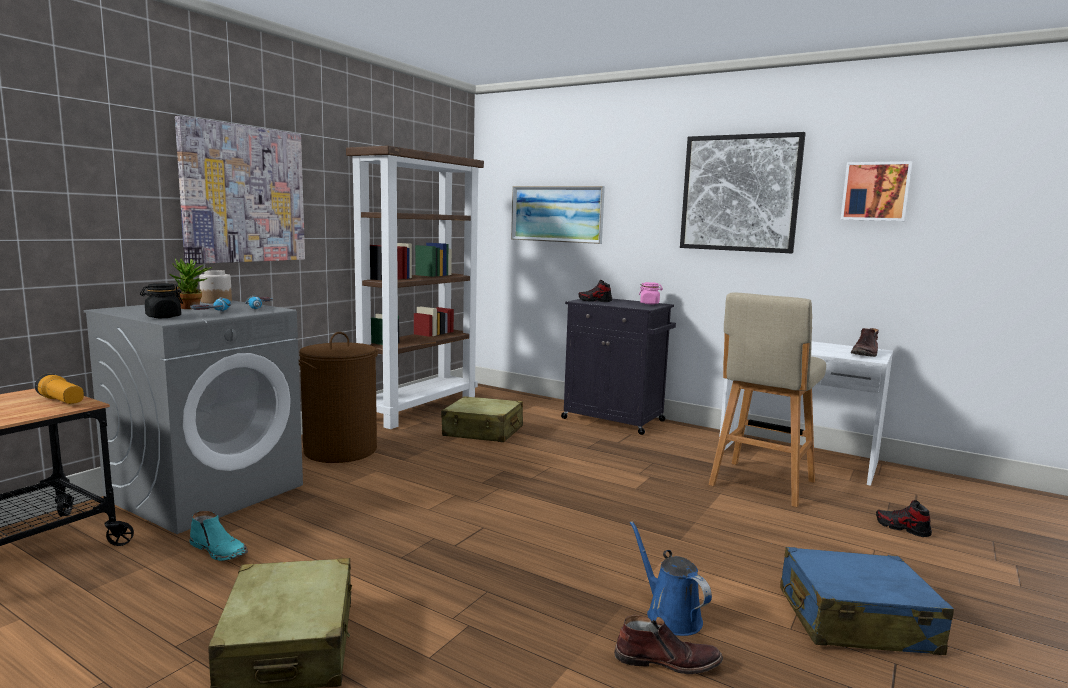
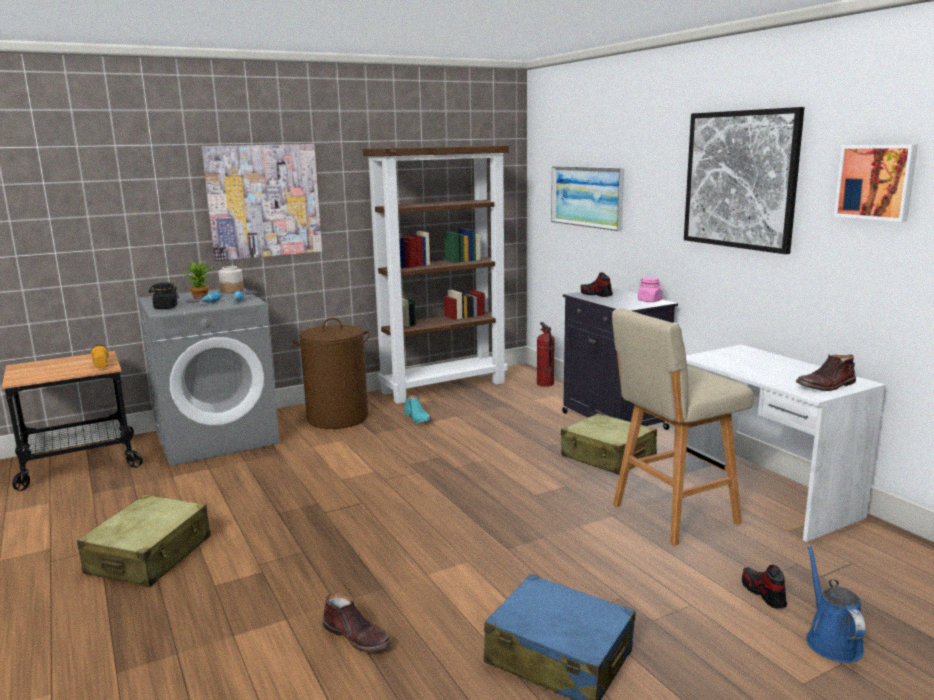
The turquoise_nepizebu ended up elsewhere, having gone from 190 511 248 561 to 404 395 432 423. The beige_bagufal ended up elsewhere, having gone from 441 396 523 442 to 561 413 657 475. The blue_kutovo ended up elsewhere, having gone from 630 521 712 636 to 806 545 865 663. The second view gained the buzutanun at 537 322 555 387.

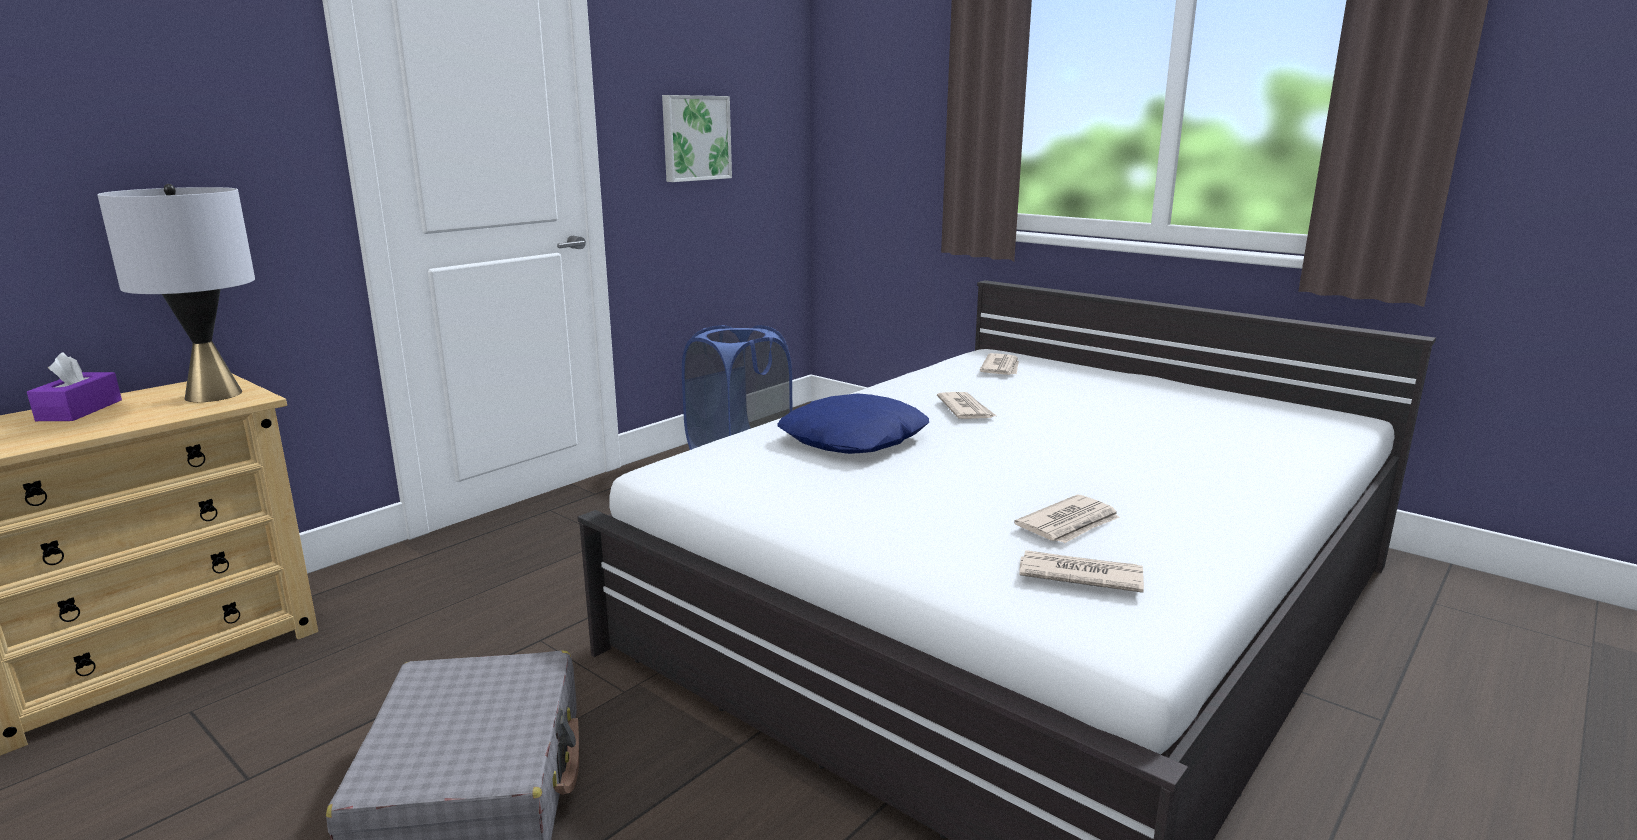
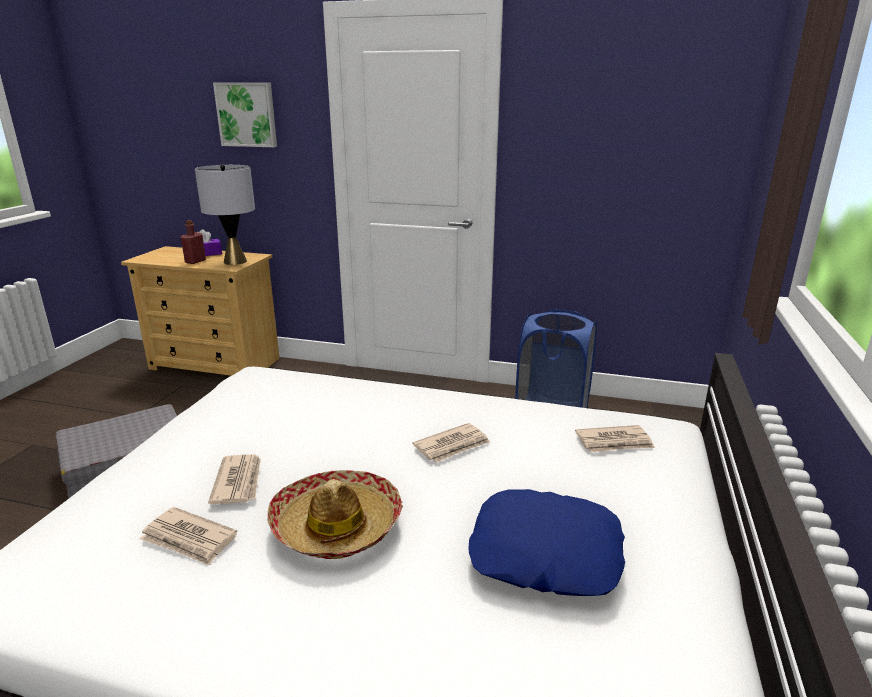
The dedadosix ended up elsewhere, having gone from 662 95 732 182 to 213 82 277 147. The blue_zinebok ended up elsewhere, having gone from 777 393 929 454 to 468 489 625 596. The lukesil ended up elsewhere, having gone from 1019 550 1144 593 to 208 455 261 504. The second view gained the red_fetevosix at 180 220 206 264. The second view gained the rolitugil at 268 470 403 559.

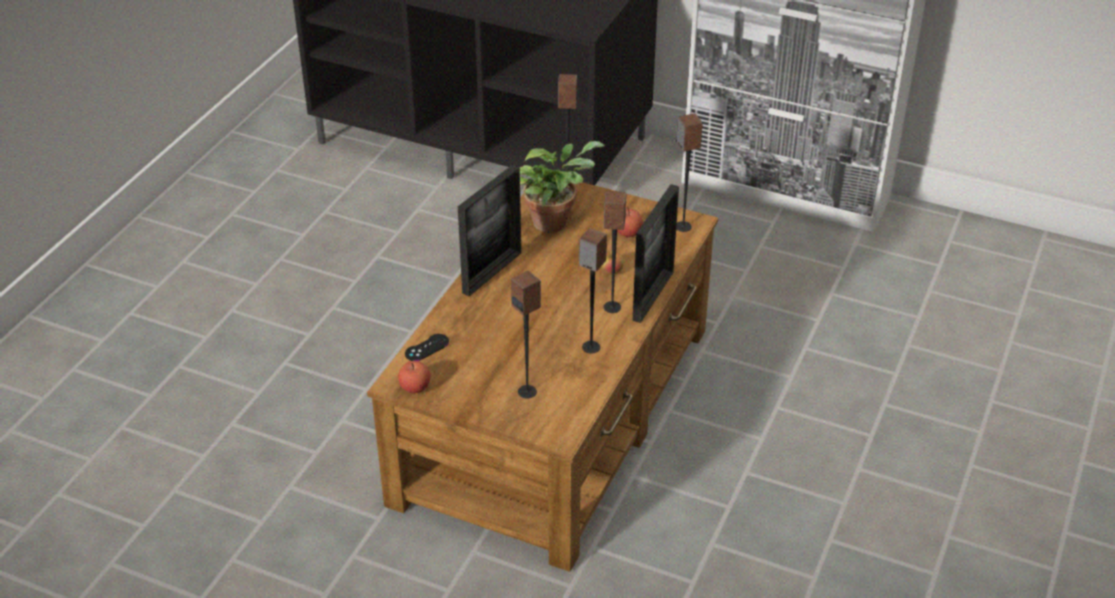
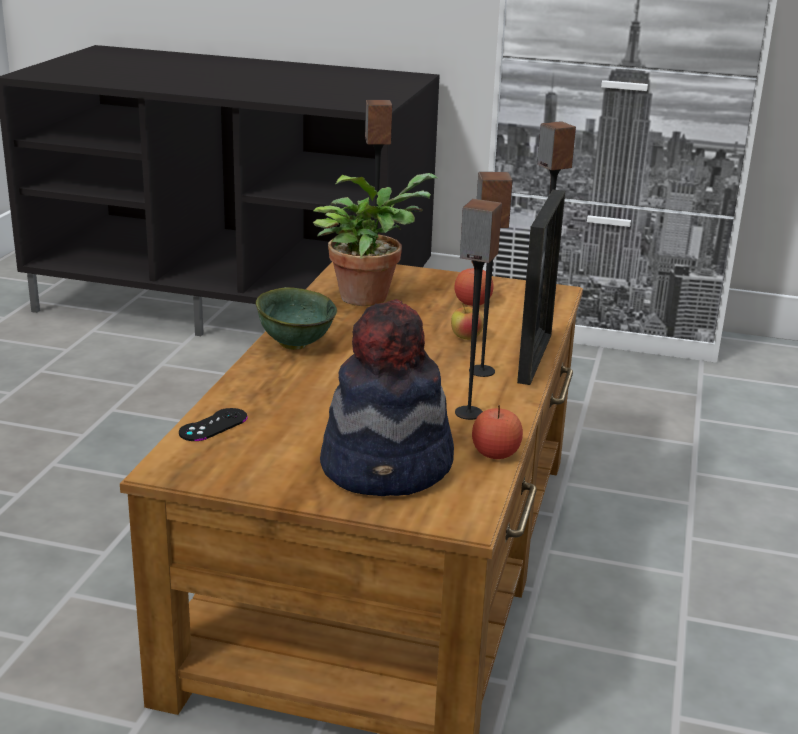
The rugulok ended up elsewhere, having gone from 398 361 430 393 to 472 405 523 459. Where the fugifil stood at 458 164 521 296, the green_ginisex came to stand at 256 287 337 350. Where the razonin stood at 511 271 541 398, the rolitugil came to stand at 320 299 454 496.

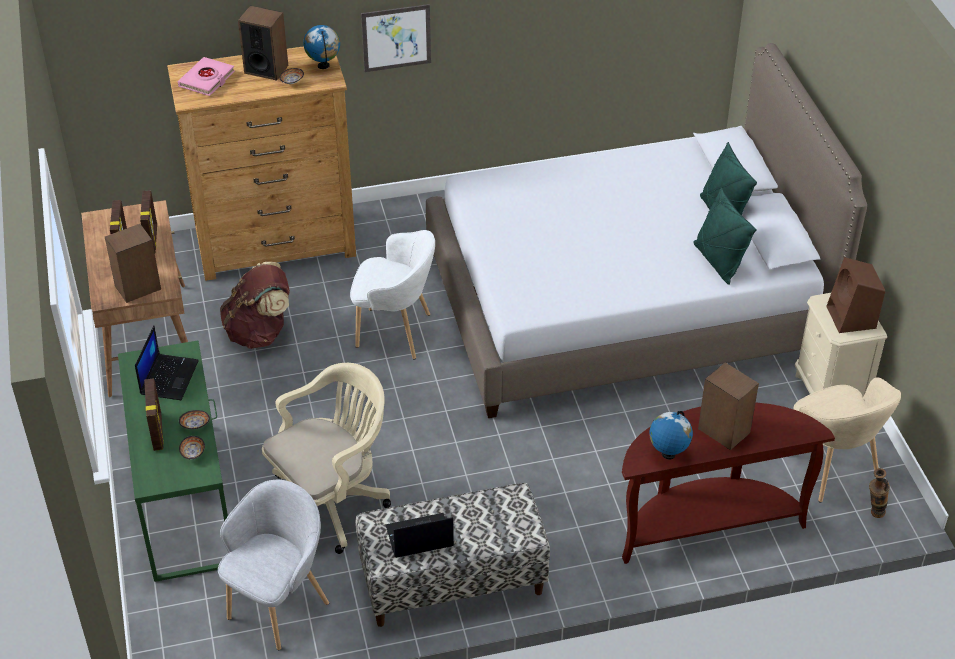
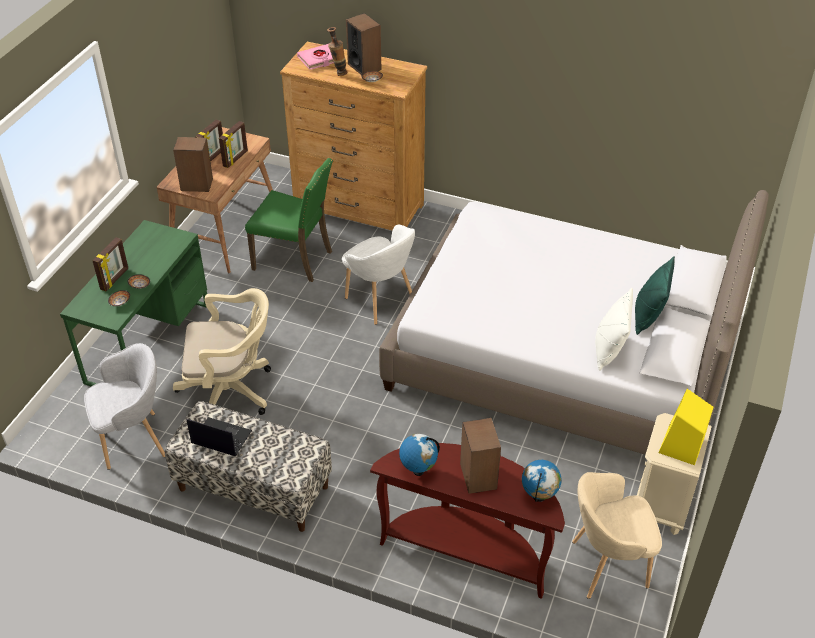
The second view lost the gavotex at 135 326 199 400. Where the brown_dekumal stood at 220 262 290 349, the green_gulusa came to stand at 245 158 333 282. The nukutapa ended up elsewhere, having gone from 303 25 340 69 to 522 460 562 502. The second view lost the dedadosix at 361 4 431 72. What was the green_zinebok at 693 188 757 285 turned into the white_zinebok at 595 288 633 371. The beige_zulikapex at 788 377 901 503 ended up facing another way, 75 degrees clockwise from before. What was the brown_razonin at 827 257 885 333 turned into the yellow_razonin at 659 389 714 465. The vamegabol ended up elsewhere, having gone from 869 468 890 518 to 327 27 347 76.

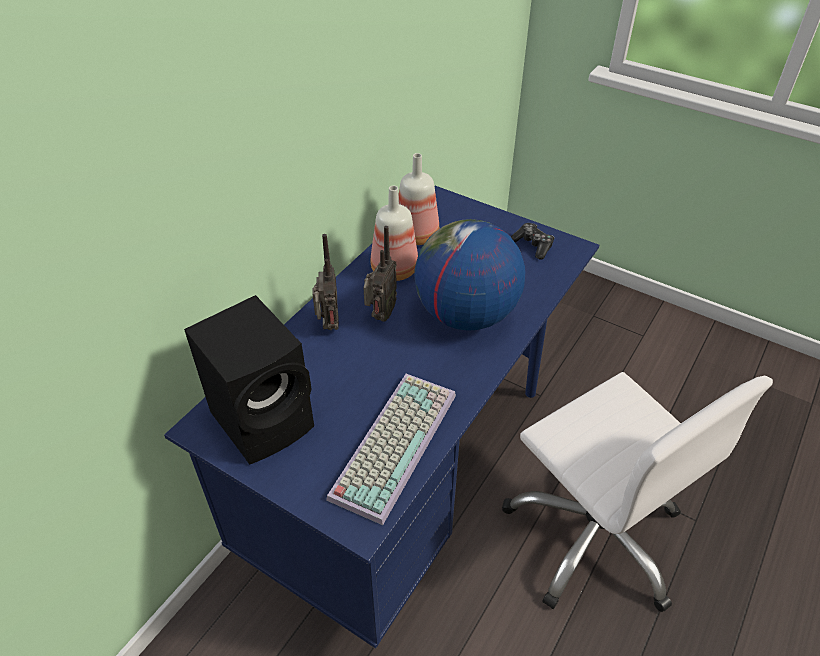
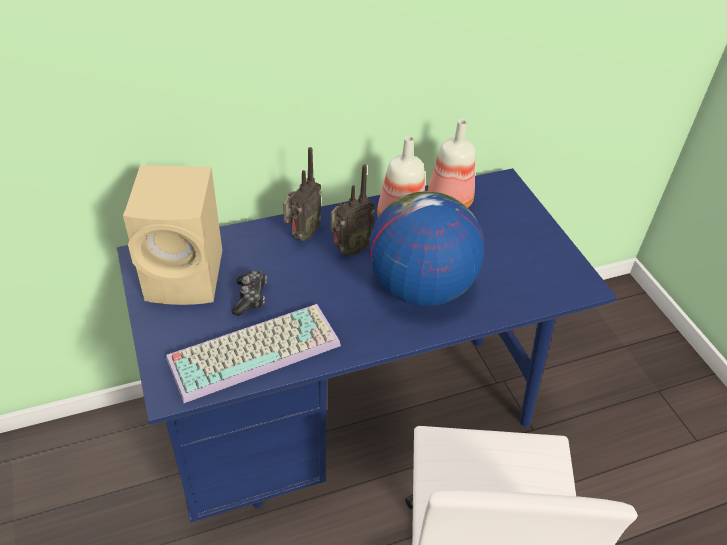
What was the black_razonin at 184 295 314 465 turned into the beige_razonin at 123 165 222 305. The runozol ended up elsewhere, having gone from 511 223 555 260 to 232 270 267 316.

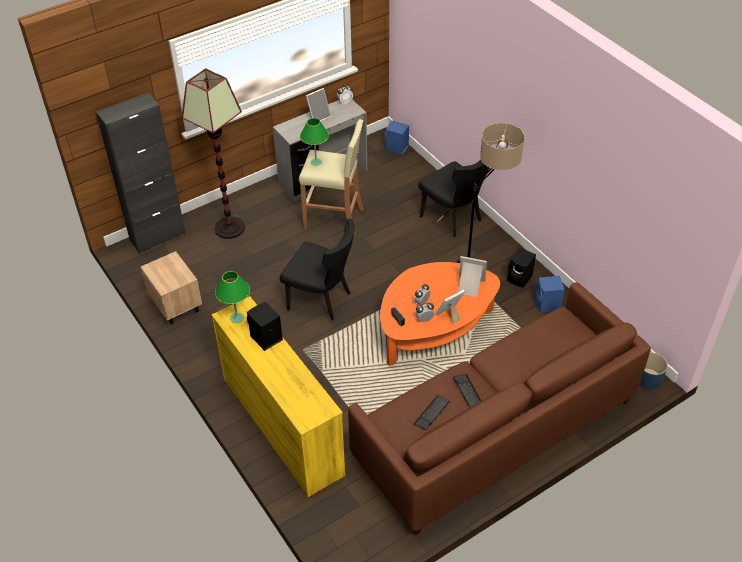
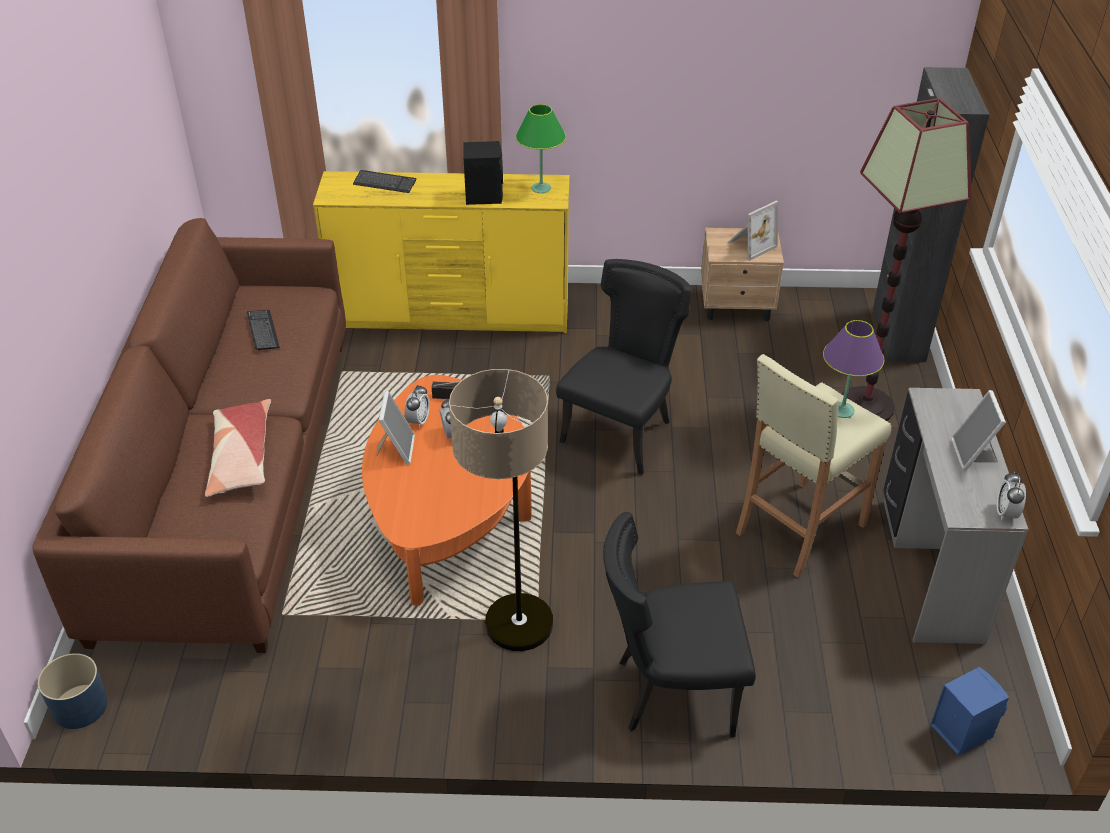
The black_gulusa at 280 218 354 320 ended up facing another way, 150 degrees clockwise from before. What was the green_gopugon at 300 118 329 166 turned into the purple_gopugon at 823 320 884 418. The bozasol ended up elsewhere, having gone from 453 374 481 407 to 353 170 416 193. The fugifil ended up elsewhere, having gone from 458 256 487 297 to 727 201 778 261. The second view lost the black_razonin at 507 247 536 288. The second view lost the blue_razonin at 536 276 565 313. The second view gained the zinebok at 205 399 271 497.

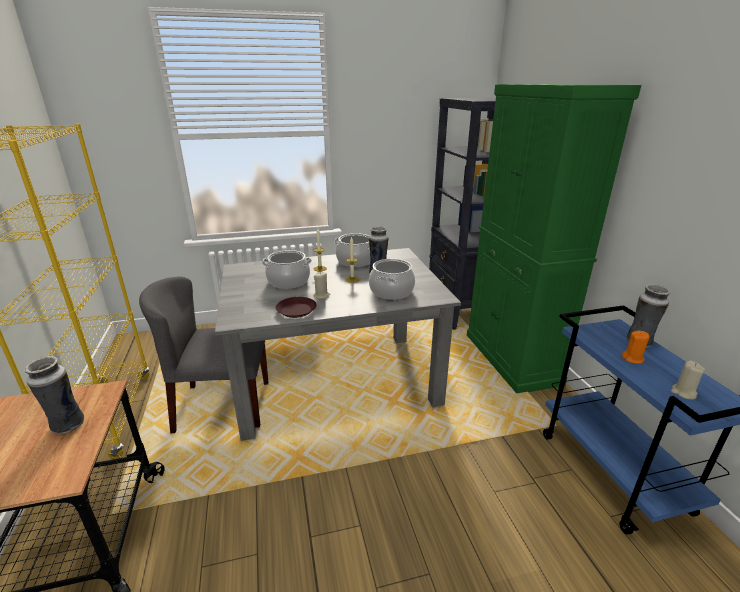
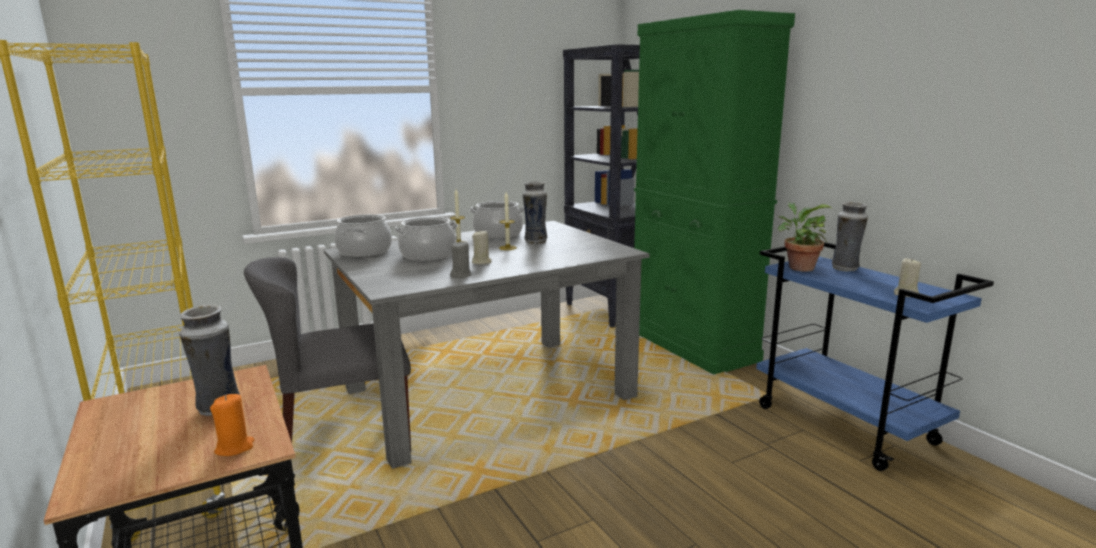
Where the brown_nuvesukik stood at 275 297 317 318, the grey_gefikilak came to stand at 450 241 472 278. The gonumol ended up elsewhere, having gone from 369 259 415 300 to 334 214 392 257. The orange_gefikilak ended up elsewhere, having gone from 622 331 649 364 to 210 394 255 456. The second view gained the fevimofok at 778 203 832 272.

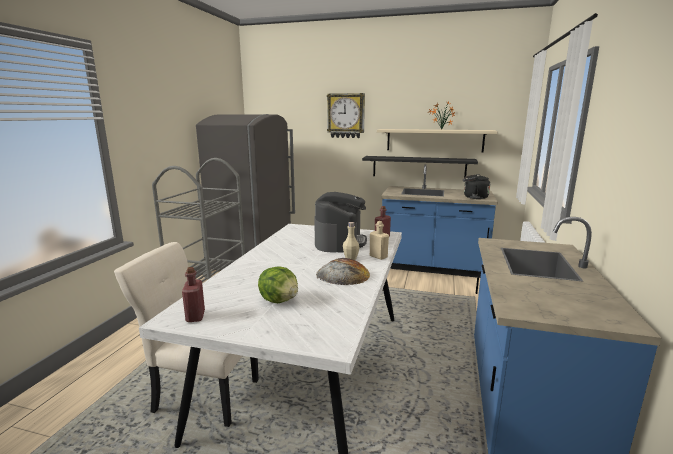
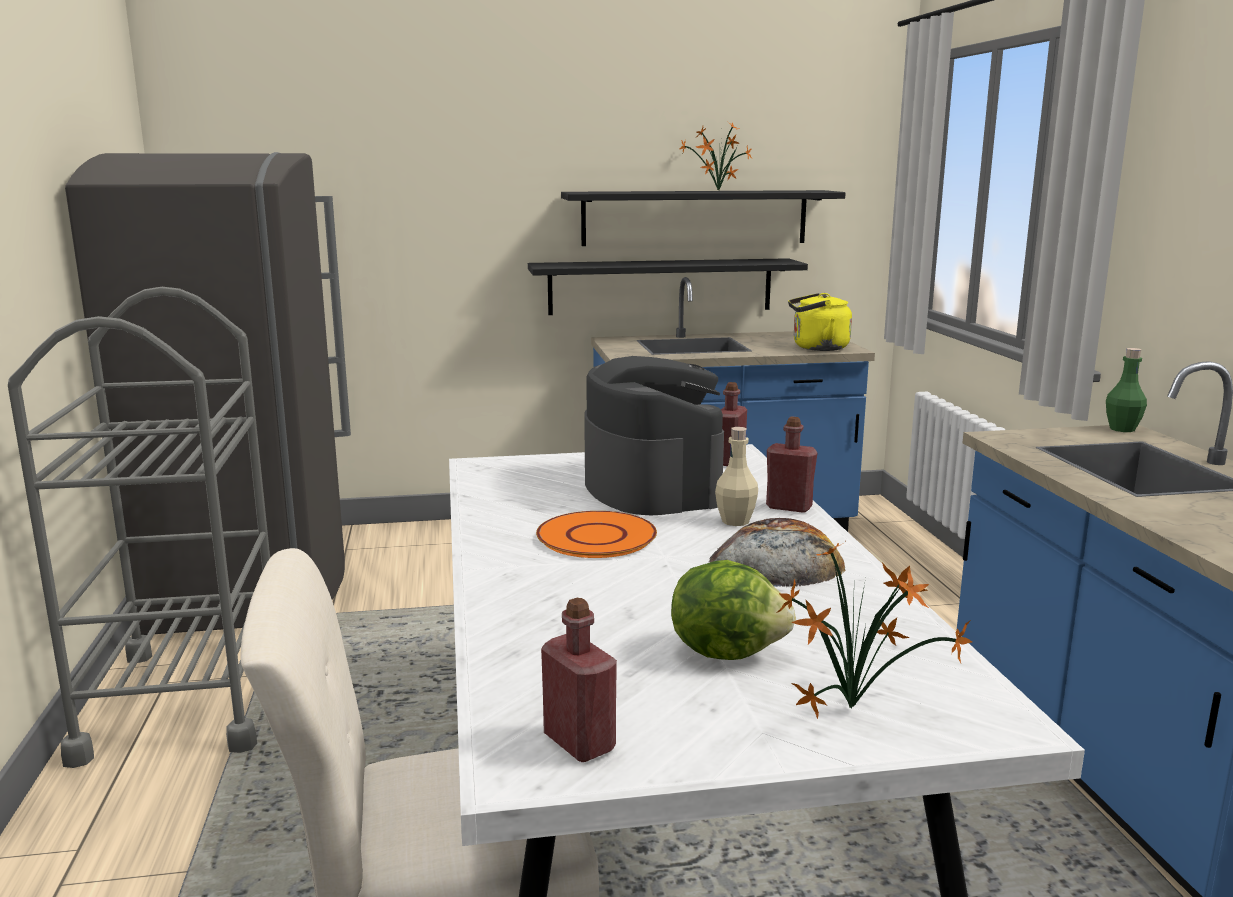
The second view lost the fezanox at 327 93 365 138. What was the beige_fetevosix at 370 221 389 260 turned into the red_fetevosix at 766 416 818 513. What was the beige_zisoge at 377 129 497 153 turned into the black_zisoge at 561 190 846 246. What was the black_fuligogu at 463 174 490 199 turned into the yellow_fuligogu at 788 293 852 351. The second view gained the orange_nuvesukik at 536 511 657 558. The second view gained the fevimofok at 776 542 972 719. The second view gained the green_fetevosix at 1106 348 1147 432.

